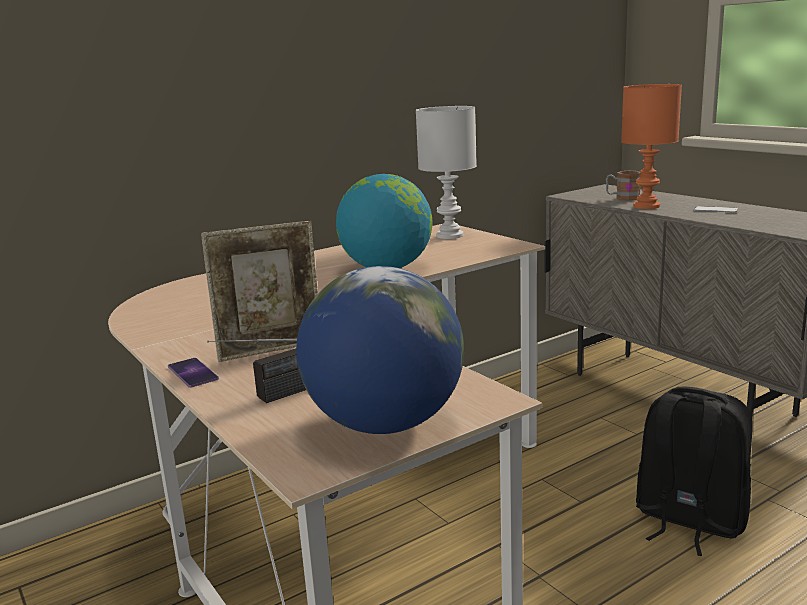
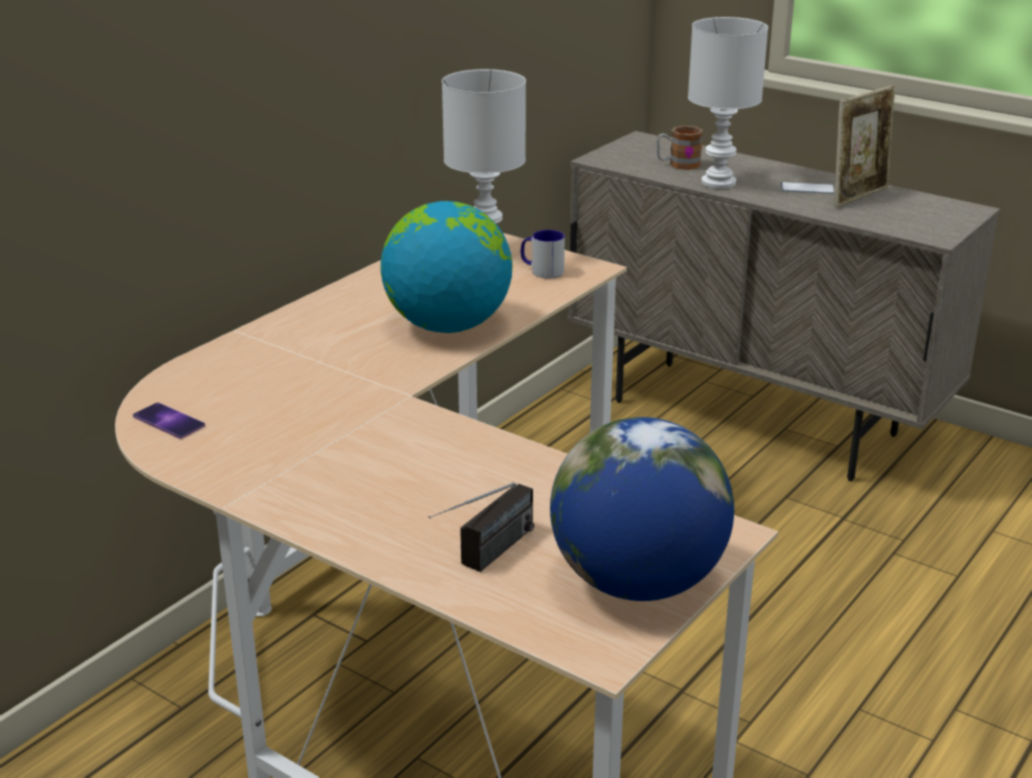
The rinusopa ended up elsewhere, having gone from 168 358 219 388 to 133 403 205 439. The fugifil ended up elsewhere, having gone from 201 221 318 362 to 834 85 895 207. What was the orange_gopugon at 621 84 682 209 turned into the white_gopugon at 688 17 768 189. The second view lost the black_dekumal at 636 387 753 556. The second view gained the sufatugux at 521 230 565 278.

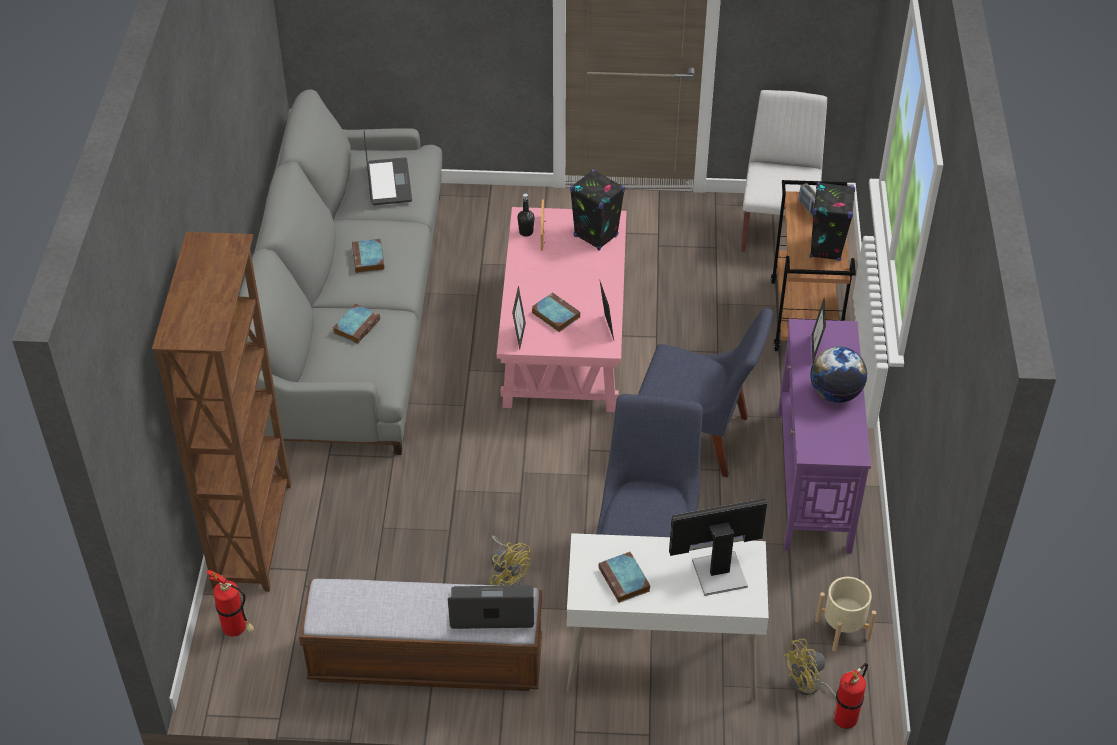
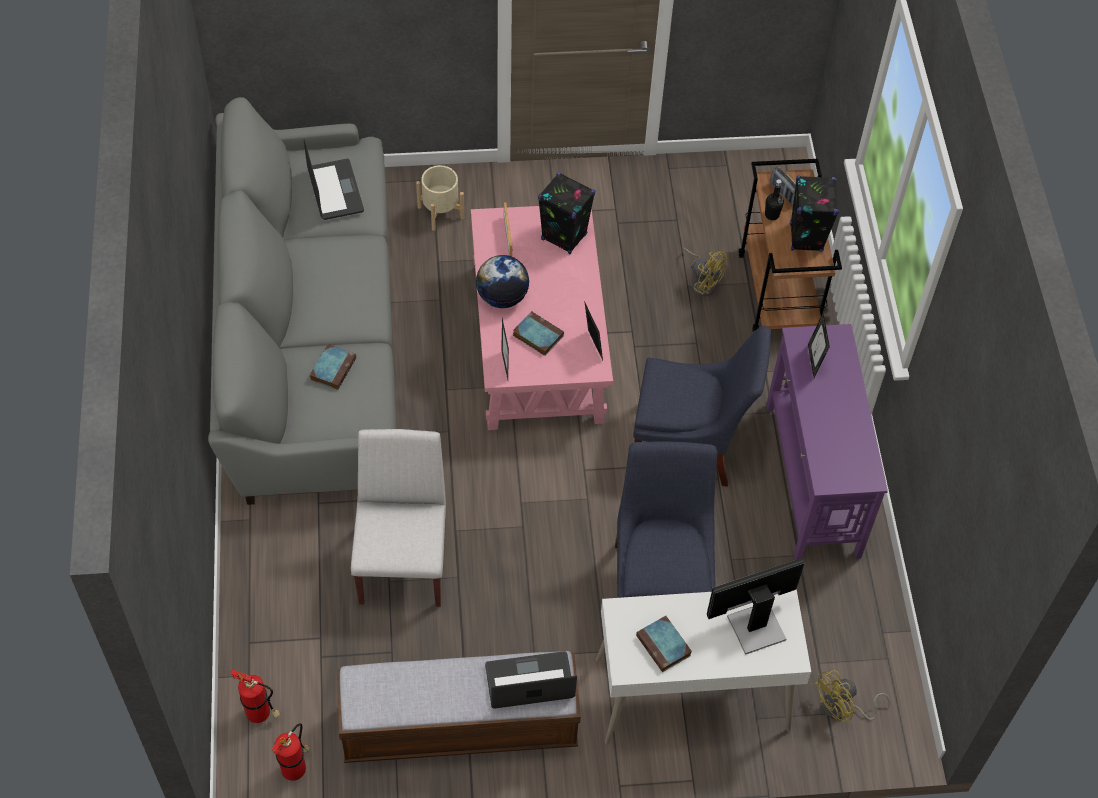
The second view lost the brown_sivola at 152 232 291 592. The second view lost the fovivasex at 352 239 384 273. The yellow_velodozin ended up elsewhere, having gone from 490 536 531 586 to 684 248 727 297. The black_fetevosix ended up elsewhere, having gone from 517 193 535 237 to 765 179 784 220. The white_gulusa ended up elsewhere, having gone from 741 90 827 252 to 351 429 446 607. The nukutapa ended up elsewhere, having gone from 810 347 867 403 to 476 255 529 308. The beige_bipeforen ended up elsewhere, having gone from 815 577 876 652 to 416 165 464 231. The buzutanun ended up elsewhere, having gone from 833 663 868 729 to 272 723 310 781.

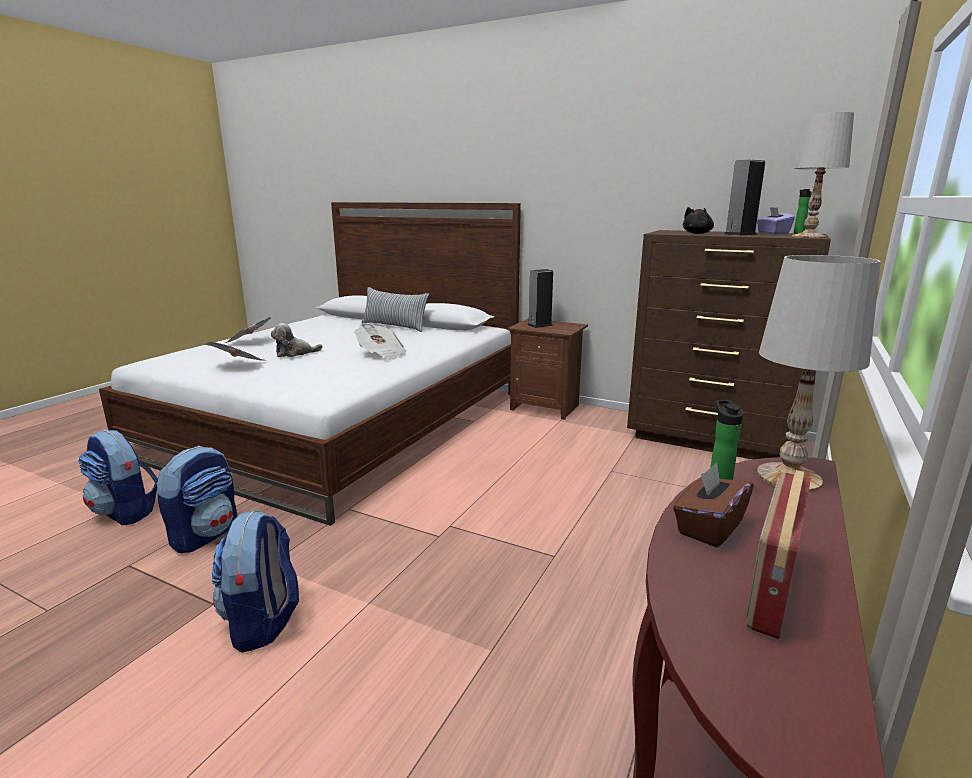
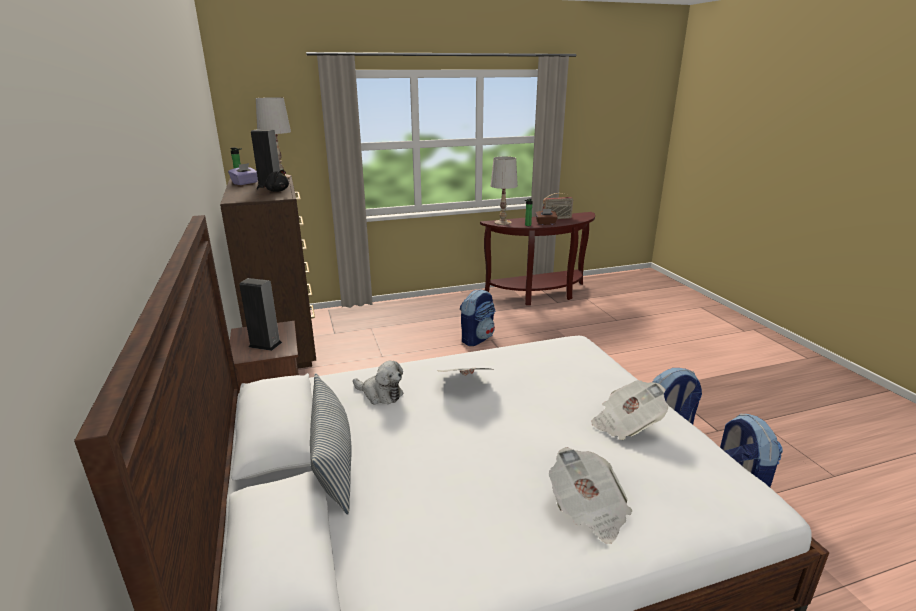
The dekumal ended up elsewhere, having gone from 212 509 299 653 to 460 289 495 346. The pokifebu ended up elsewhere, having gone from 271 323 322 357 to 353 361 404 404.

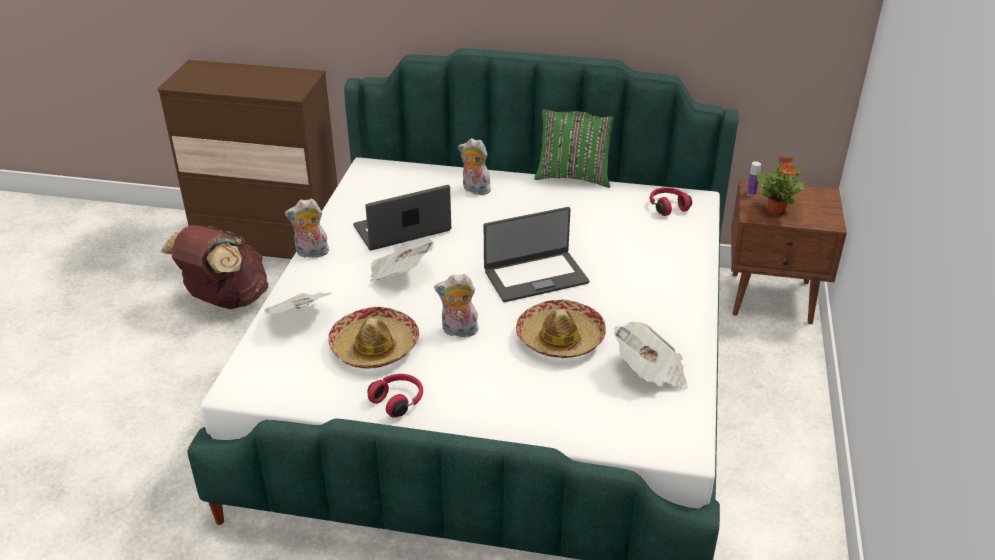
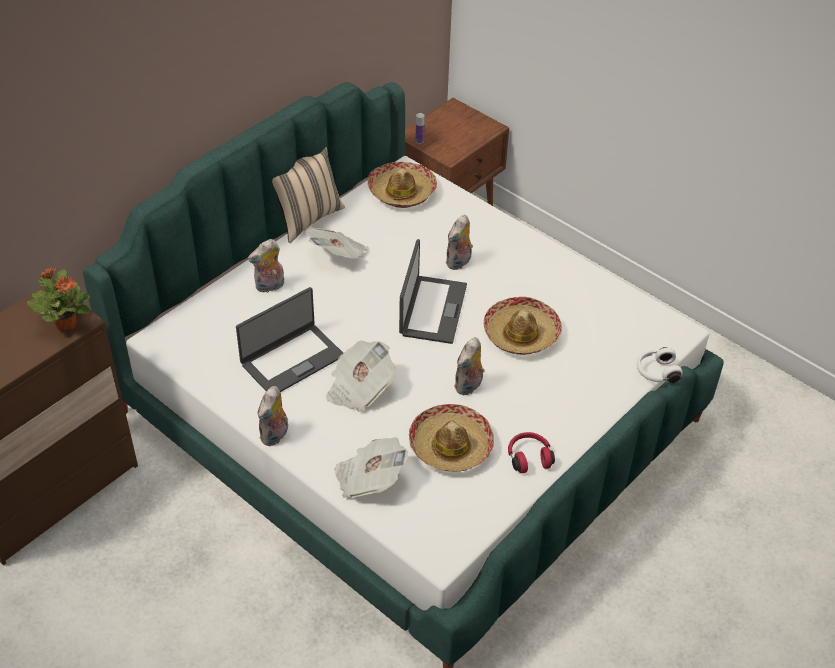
The second view lost the brown_dekumal at 160 225 268 309. The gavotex at 353 185 451 251 ended up facing another way, 135 degrees counterclockwise from before. What was the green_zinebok at 534 109 614 188 turned into the beige_zinebok at 272 147 345 243. The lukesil ended up elsewhere, having gone from 614 322 688 389 to 306 227 370 260. Where the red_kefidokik stood at 650 187 692 216, the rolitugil came to stand at 368 162 437 208. The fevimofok ended up elsewhere, having gone from 757 157 805 215 to 27 267 90 332. The second view gained the pokifebu at 445 215 473 270. The second view gained the white_kefidokik at 637 347 683 383.

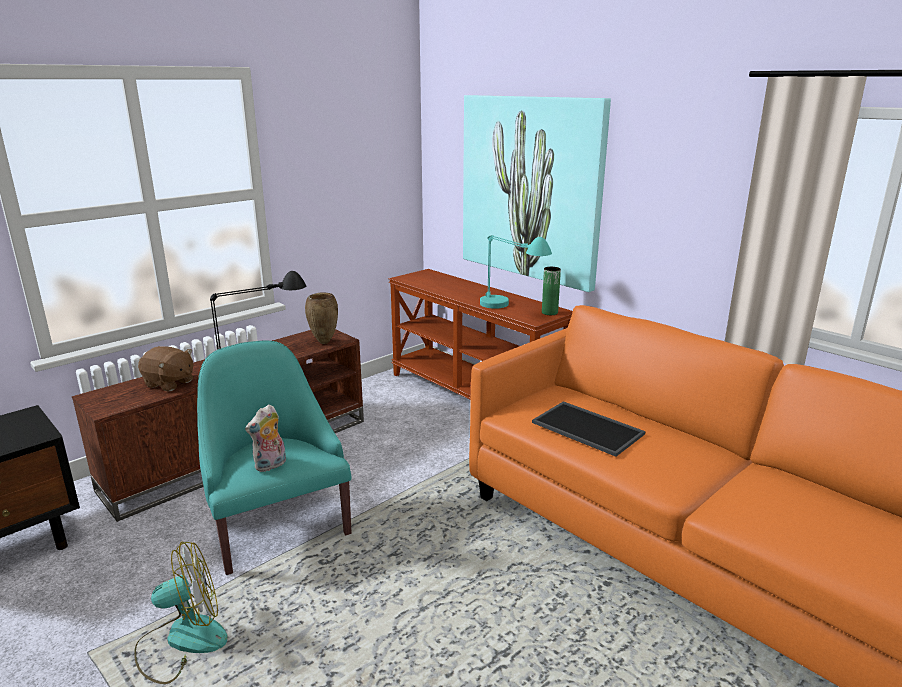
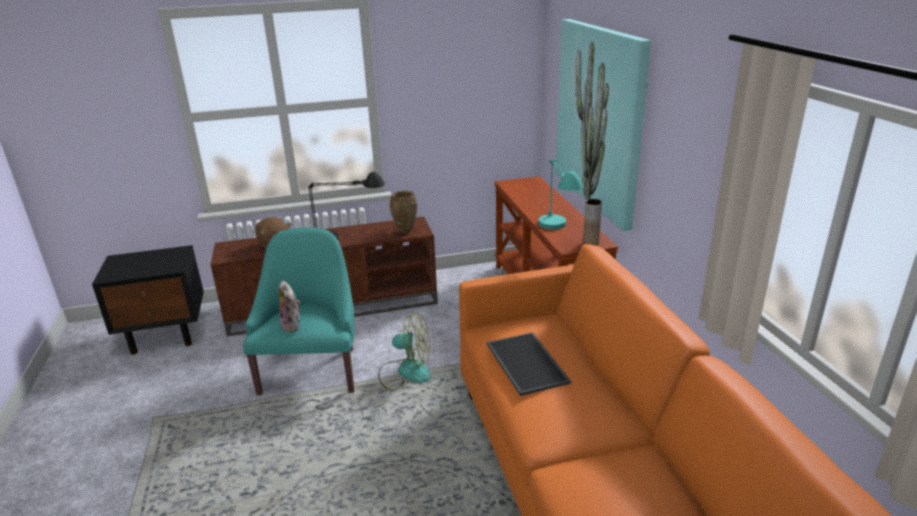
The velodozin ended up elsewhere, having gone from 134 541 228 684 to 378 313 431 391. The pokifebu at 245 404 286 472 ended up facing another way, 105 degrees counterclockwise from before. What was the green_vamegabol at 542 267 561 315 turned into the brown_vamegabol at 583 199 602 246.

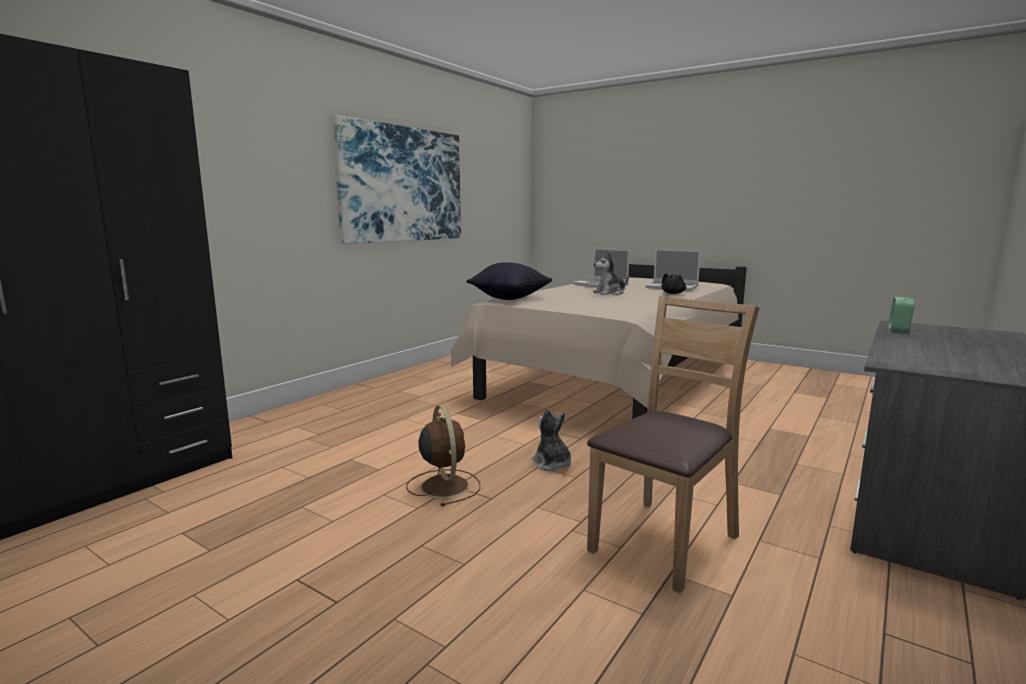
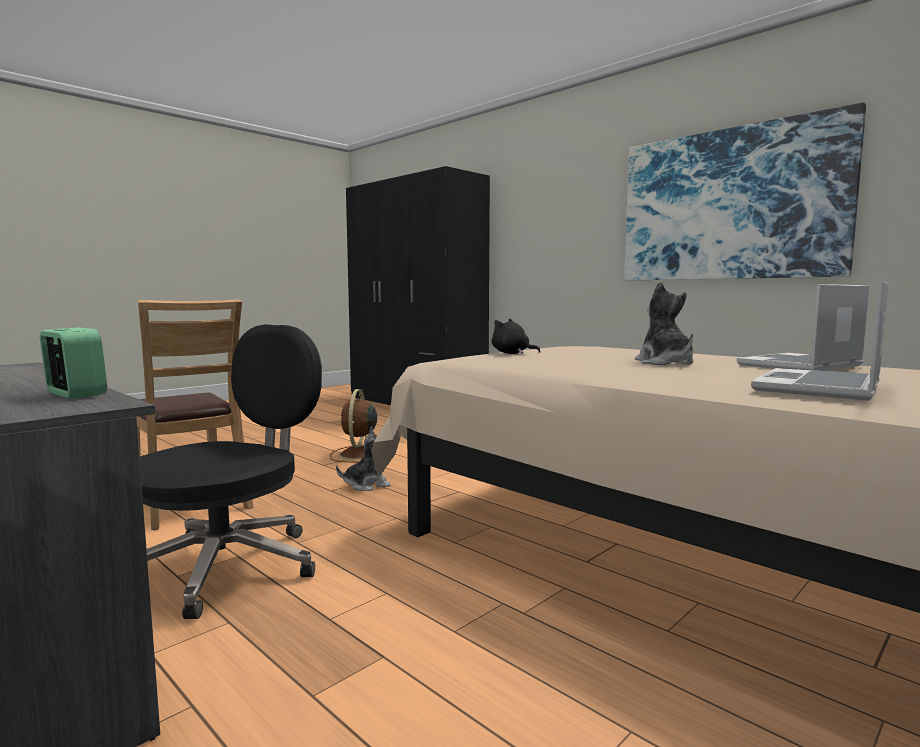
The brown_velodozin at 406 405 480 506 ended up facing another way, 105 degrees clockwise from before. The second view lost the black_zinebok at 466 262 552 300. The black_pokifebu ended up elsewhere, having gone from 661 273 686 294 to 491 319 541 354. The second view gained the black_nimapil at 140 324 322 619.

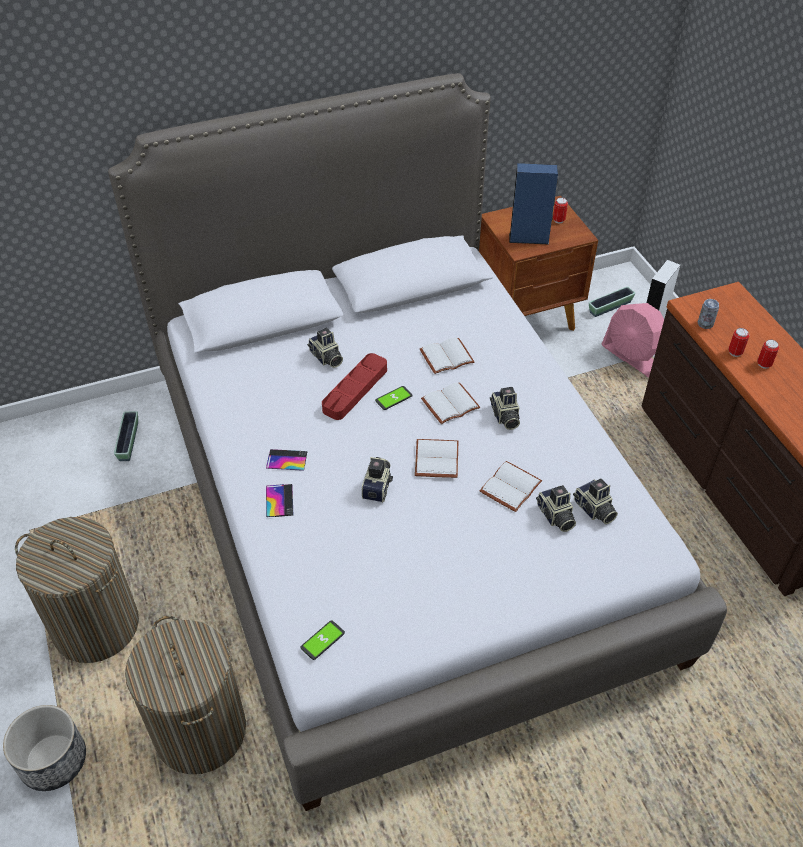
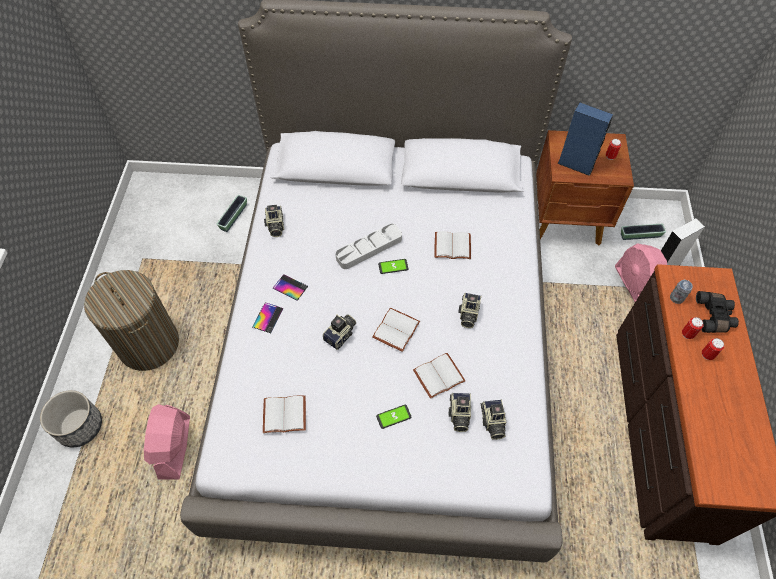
Where the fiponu stood at 125 616 246 774, the pink_velodozin came to stand at 144 404 190 480. The rinusopa ended up elsewhere, having gone from 300 621 345 660 to 376 405 411 429. The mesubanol ended up elsewhere, having gone from 307 328 343 368 to 264 205 284 237. What was the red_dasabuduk at 322 353 387 420 turned into the grey_dasabuduk at 335 224 402 269. The white_fovivasex ended up elsewhere, having gone from 421 382 480 424 to 263 395 306 433. The second view gained the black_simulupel at 696 291 739 333.

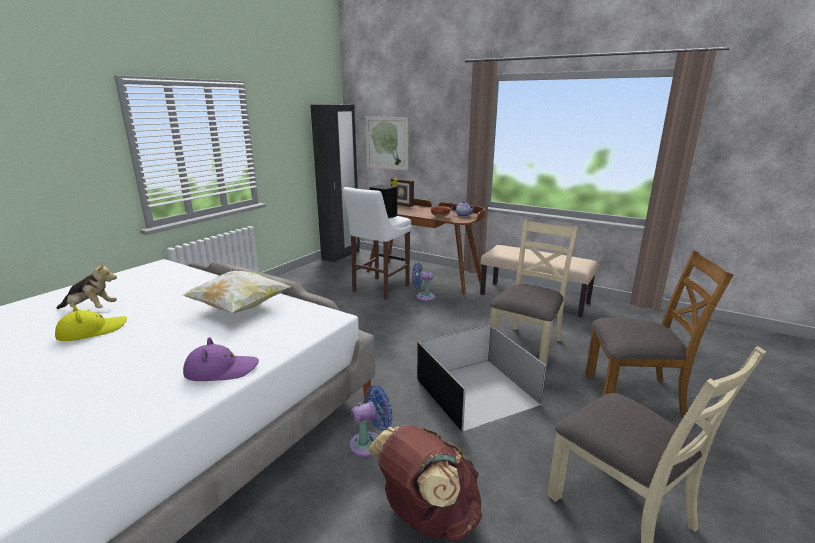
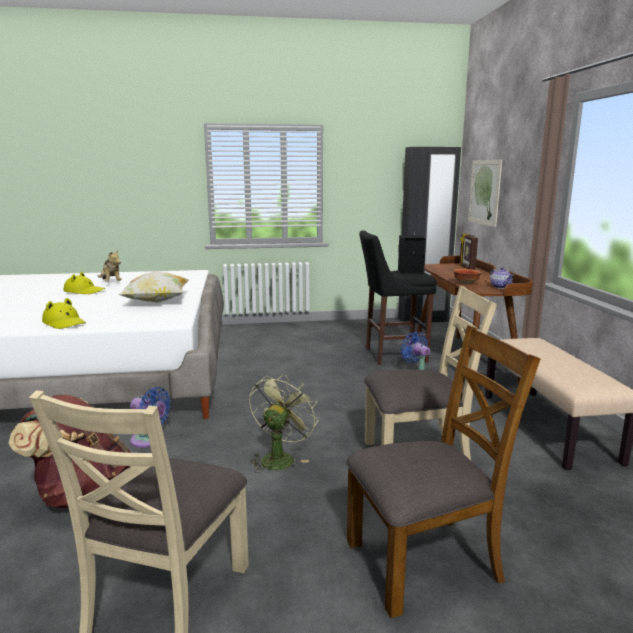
What was the purple_rolitugil at 183 337 259 381 turned into the yellow_rolitugil at 42 298 86 329. What was the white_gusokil at 343 187 412 300 turned into the black_gusokil at 359 230 437 365. Where the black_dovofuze stood at 417 325 547 431, the green_velodozin came to stand at 249 373 319 473. The brown_gulusa at 585 250 733 416 ended up facing another way, 75 degrees counterclockwise from before.

